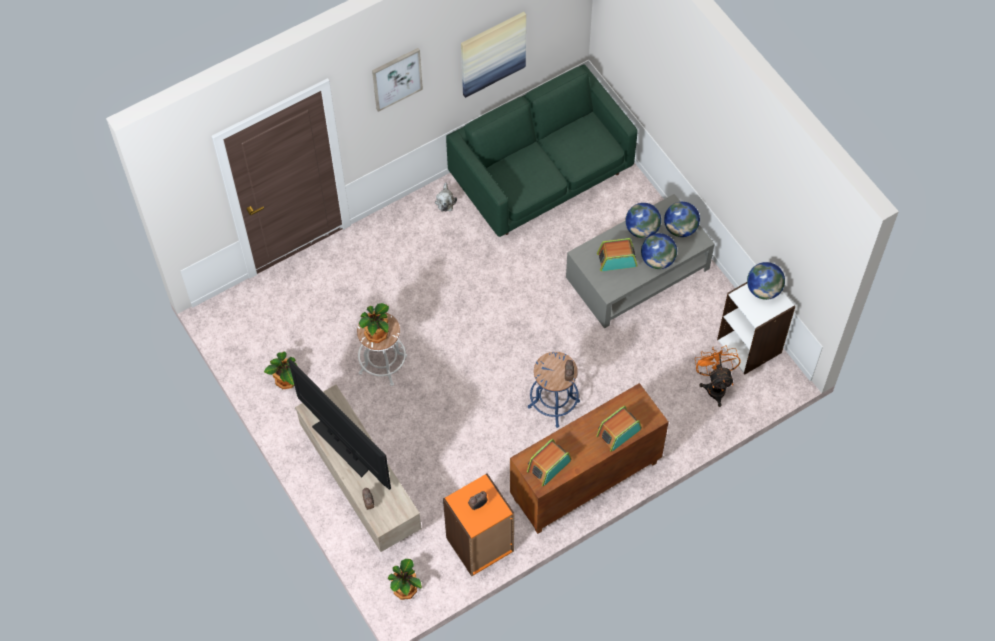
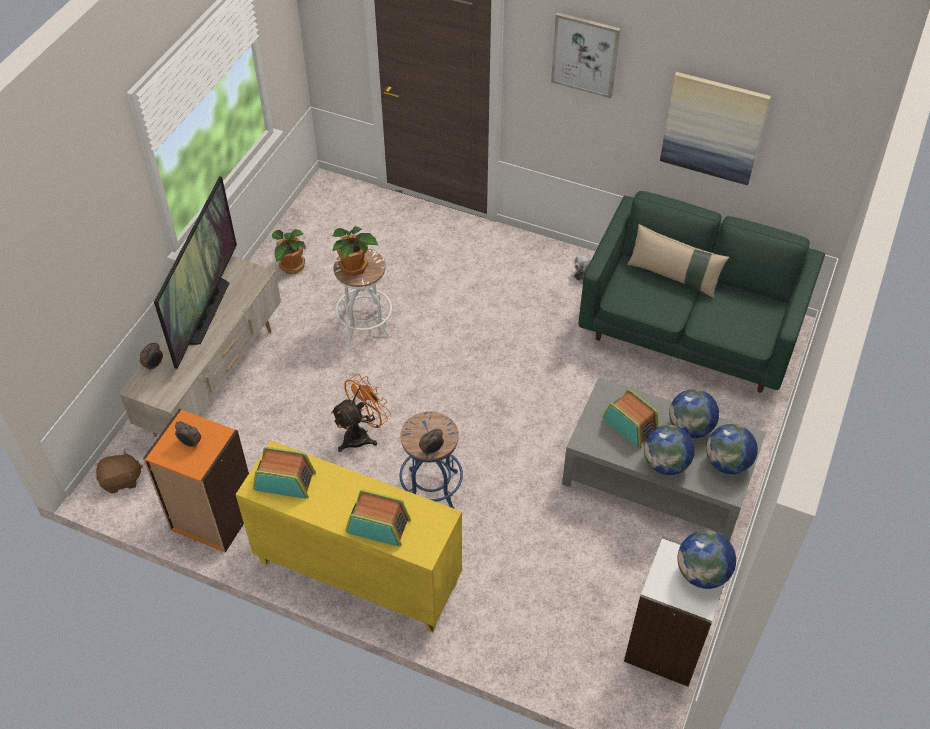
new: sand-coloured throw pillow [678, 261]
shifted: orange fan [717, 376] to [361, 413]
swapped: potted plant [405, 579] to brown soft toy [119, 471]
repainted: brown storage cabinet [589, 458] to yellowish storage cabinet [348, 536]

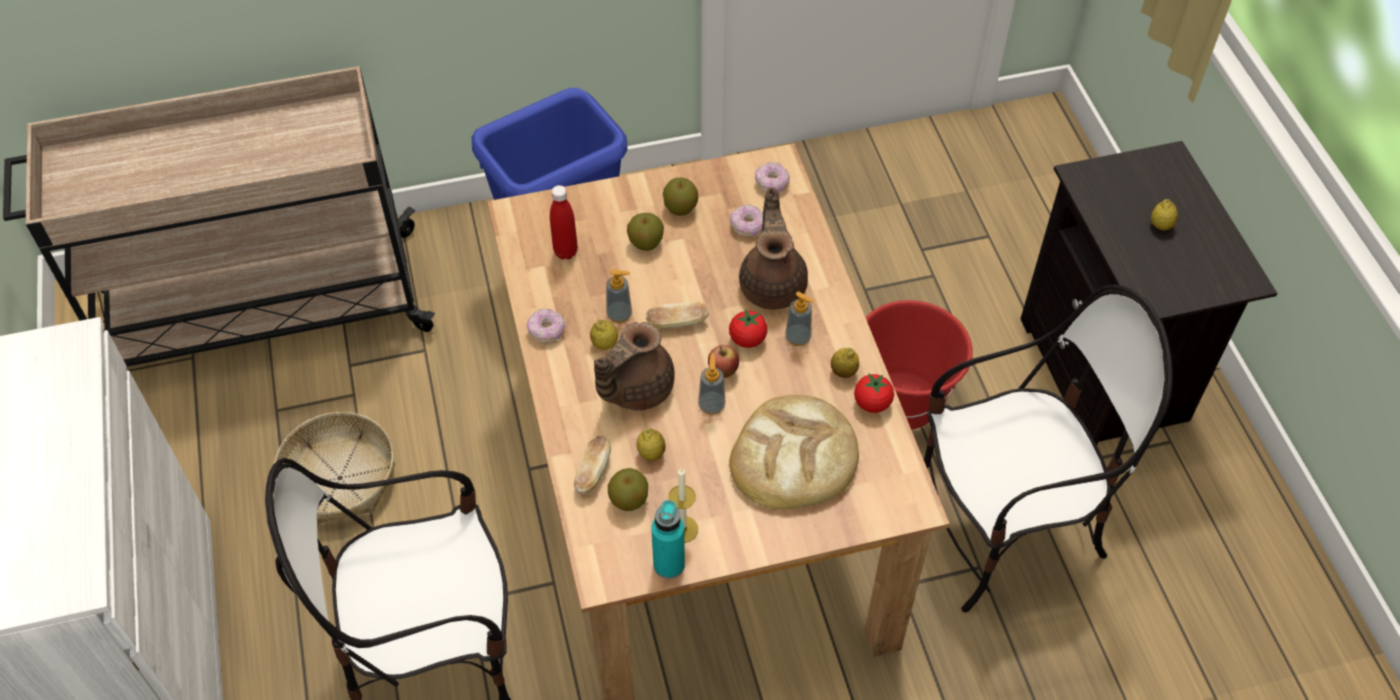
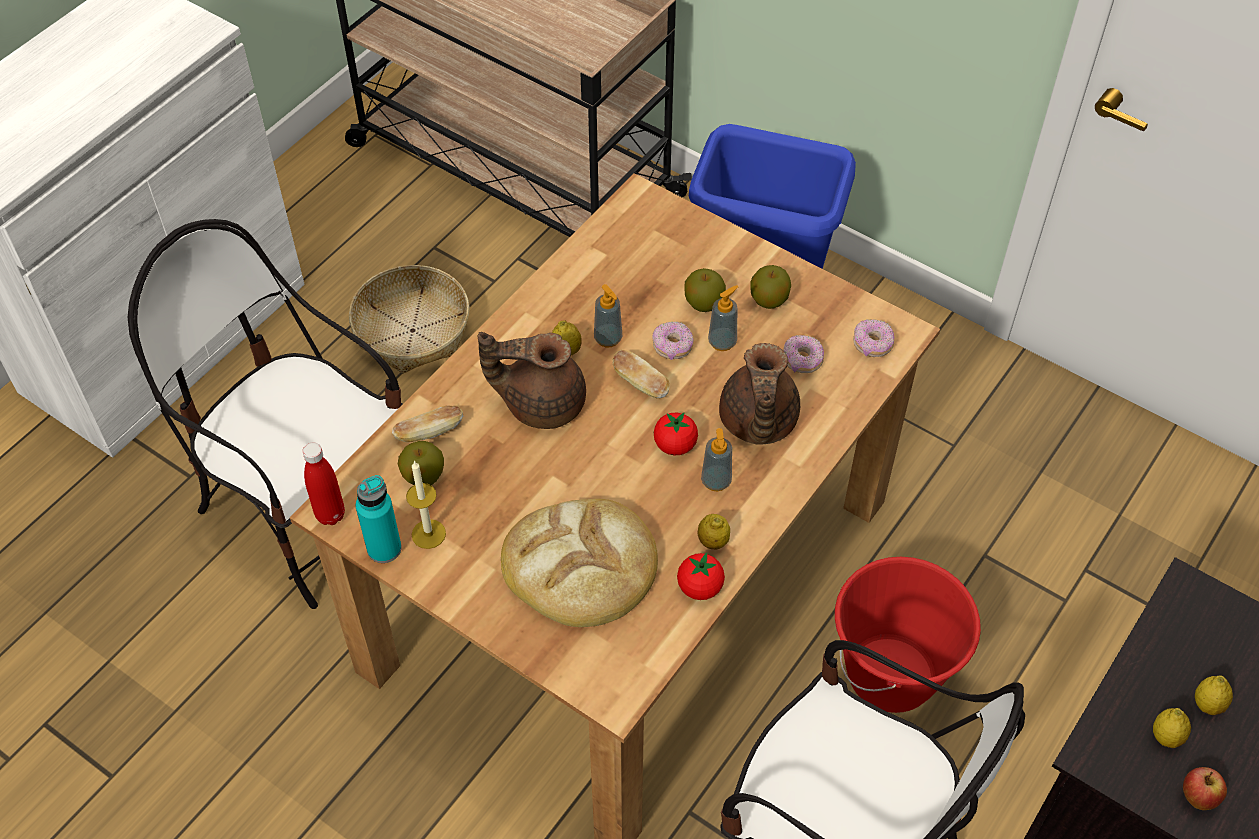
shifted: donut [546, 325] to [673, 340]; reddish bottle [564, 222] to [324, 483]; lemon [651, 444] to [1172, 728]; soap dispenser [712, 384] to [723, 318]; apple fruit [723, 361] to [1205, 788]
rotated: brown tea pot [773, 248] = [759, 394] 135 degrees clockwise

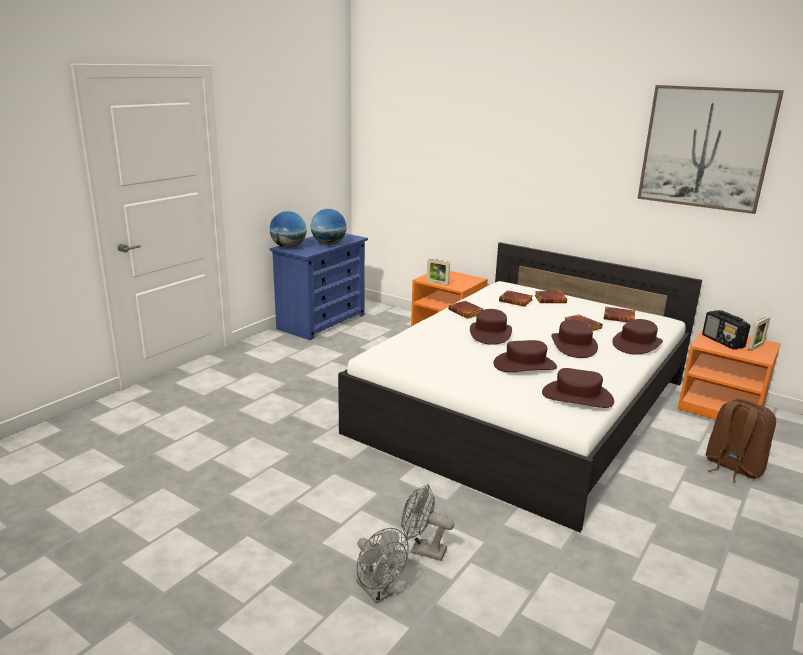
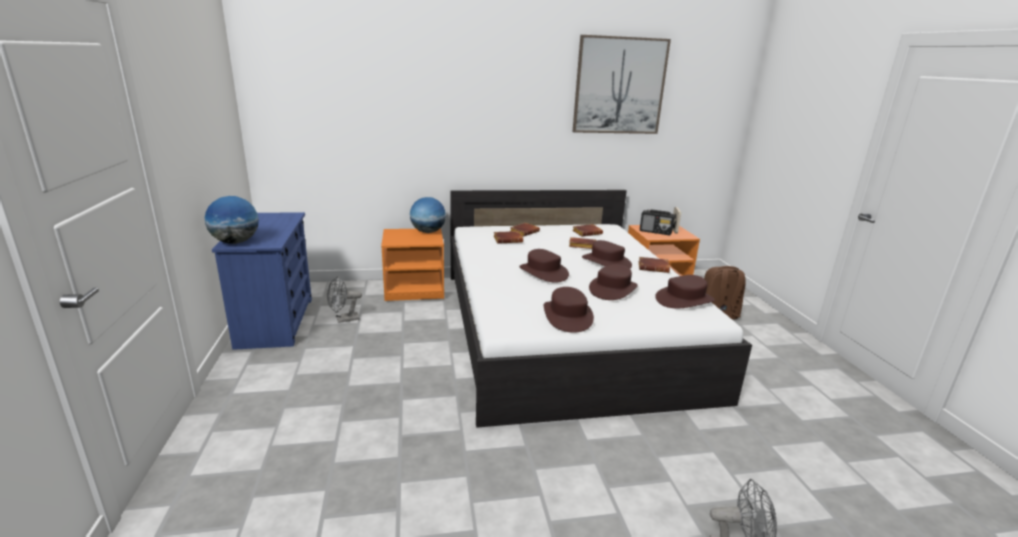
gone: picture frame [438, 272]
shifted: world globe [329, 227] to [428, 215]; gray fan [427, 522] to [344, 299]; brown bound book [465, 310] to [654, 265]; brown clothing hat [637, 337] to [569, 310]

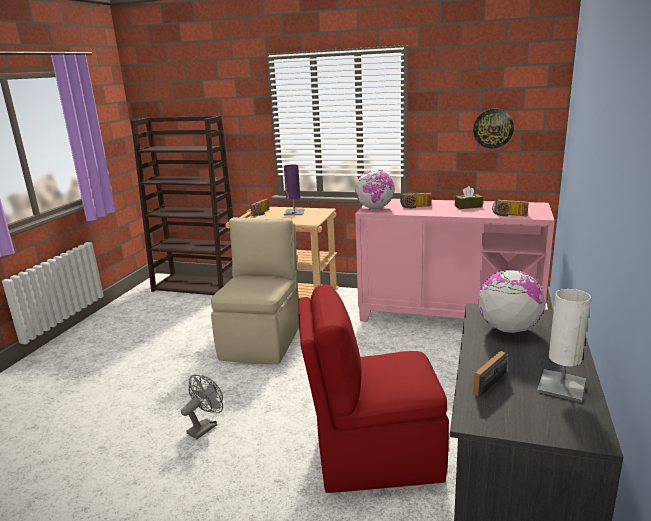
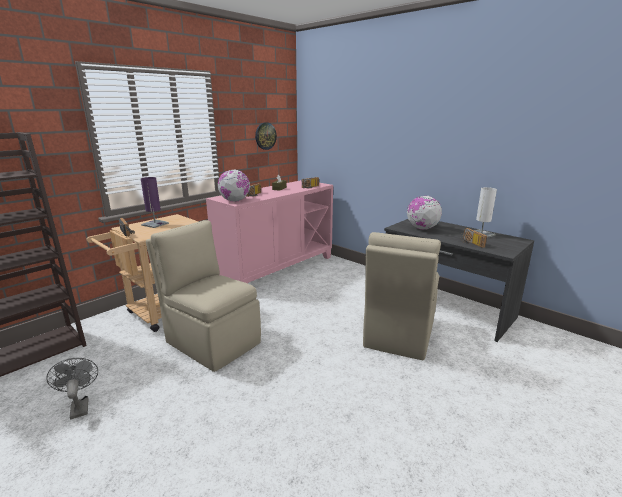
shifted: gray fan [202, 407] to [72, 388]
repainted: reddish chair [373, 388] to sand-coloured chair [402, 296]

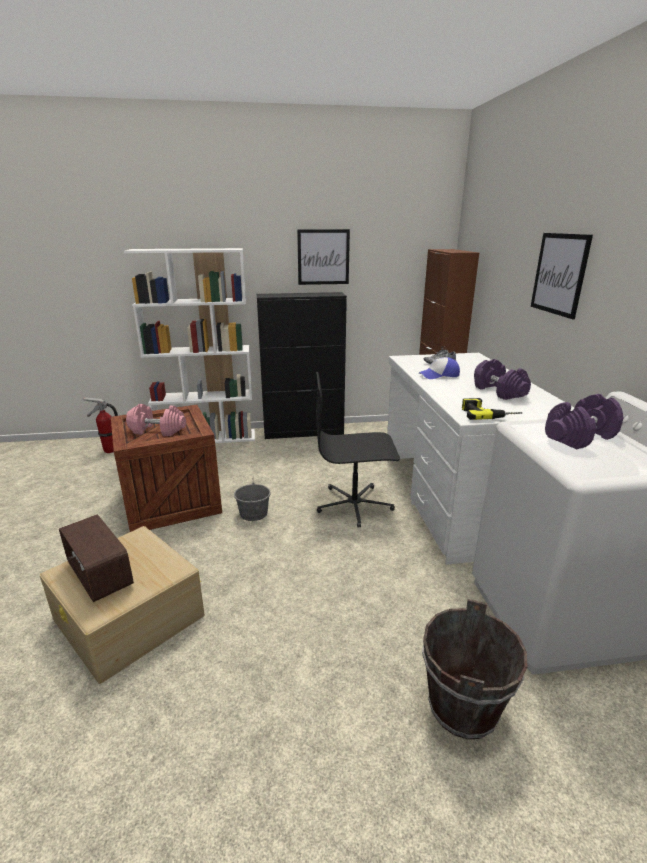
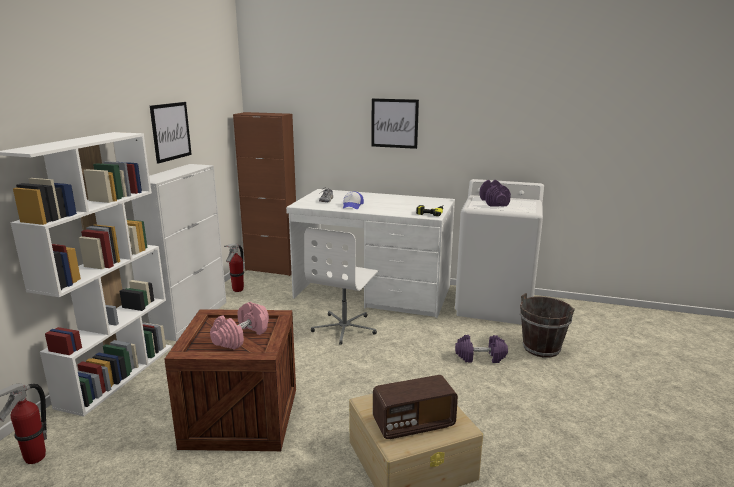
gone: gray bucket [252, 499]
new: fire-fighting cylinder [234, 267]
shifted: purple dumbbell [502, 379] to [481, 349]
repainted: blackish storage cabinet [302, 365] to white-coloured storage cabinet [179, 252]; blackish desk chair [358, 449] to white-coloured desk chair [341, 286]

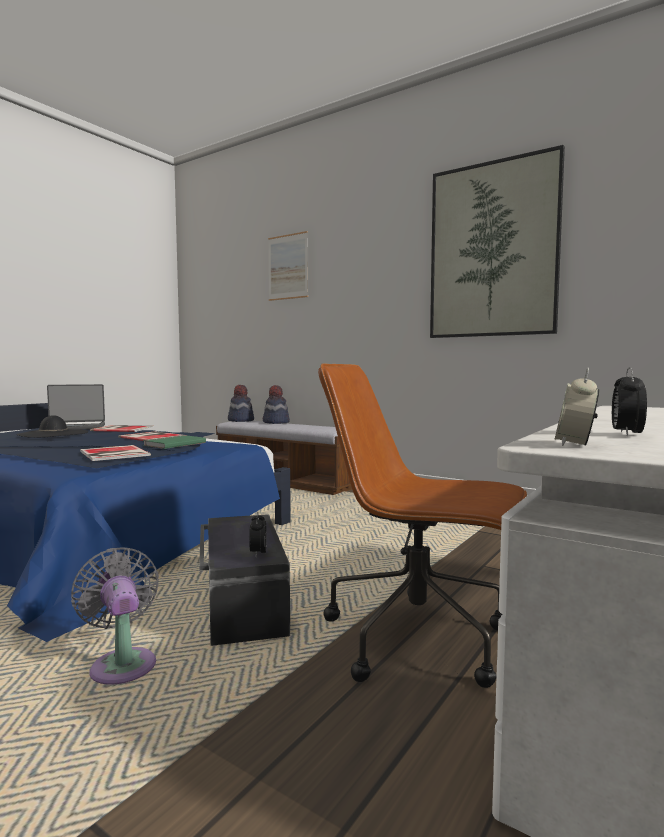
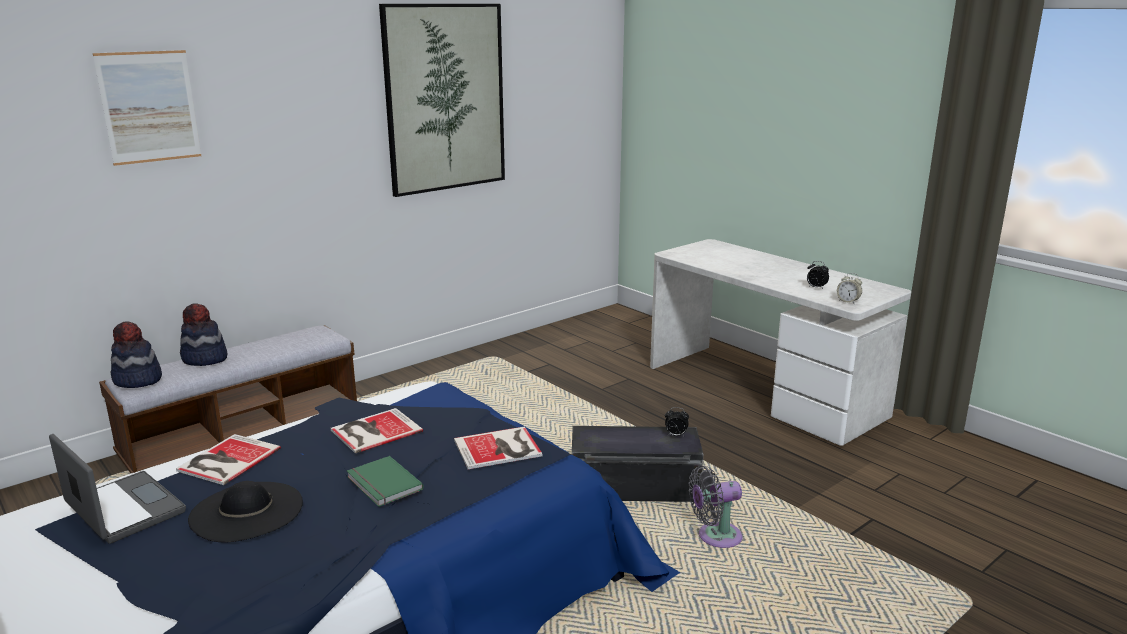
gone: brown desk chair [422, 525]
shifted: greenish bound book [174, 442] to [385, 481]
rotated: laptop [76, 407] = [117, 489] 45 degrees counterclockwise

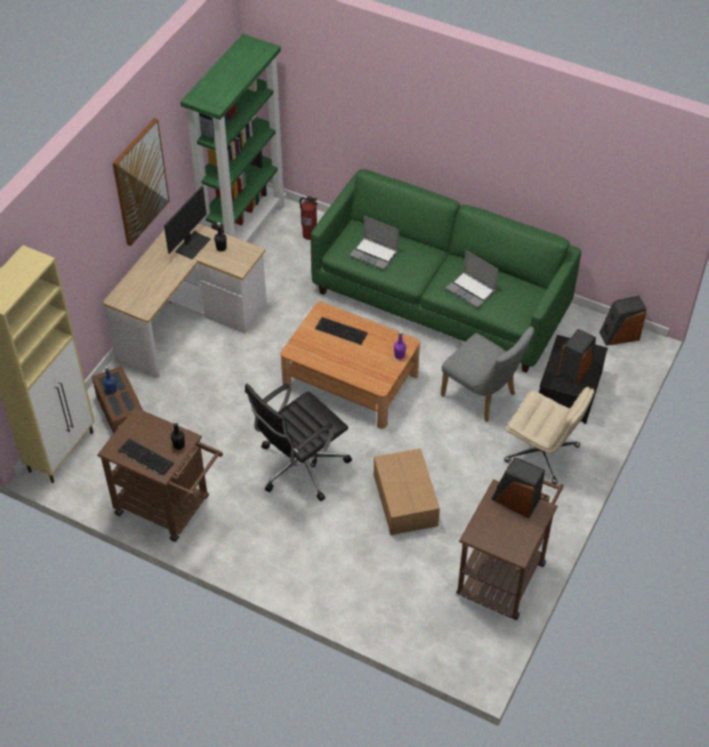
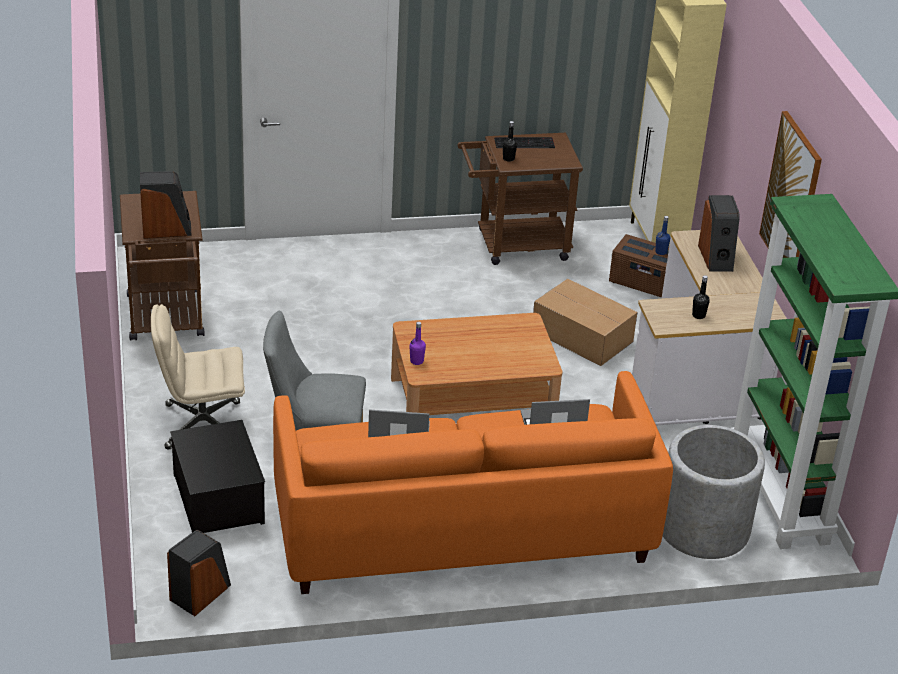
gone: computer screen [187, 222]; blackish desk chair [298, 442]; keyboard [341, 331]
shifted: packing box [407, 491] to [585, 322]; audio speaker [576, 357] to [719, 233]
swapped: fire-fighting cylinder [308, 218] to gray flower pot [714, 492]
repainted: greenish couch [446, 271] to orange couch [473, 482]

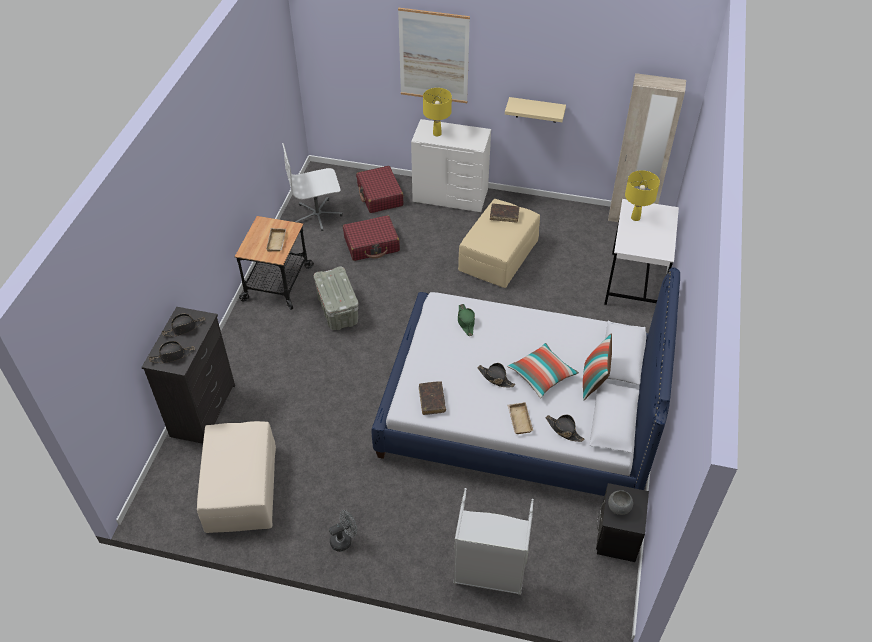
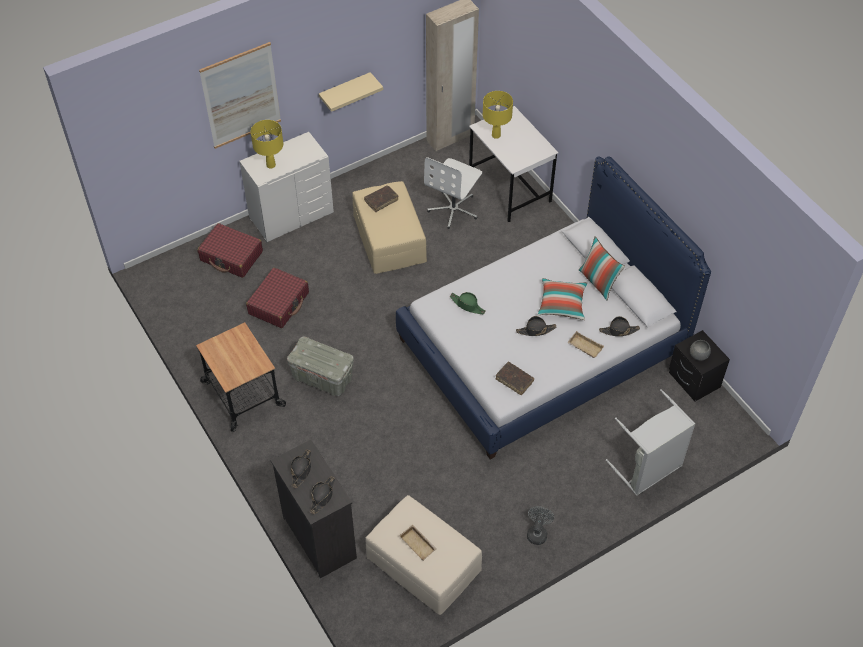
shifted: sand-coloured serving tray [276, 240] to [417, 543]; white-coloured desk chair [312, 187] to [453, 193]

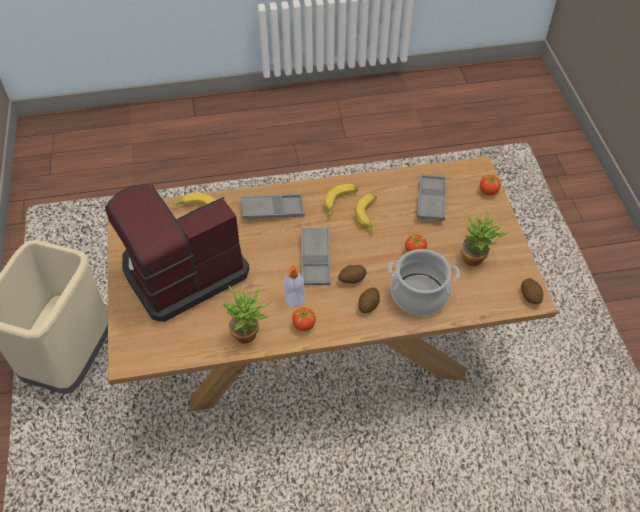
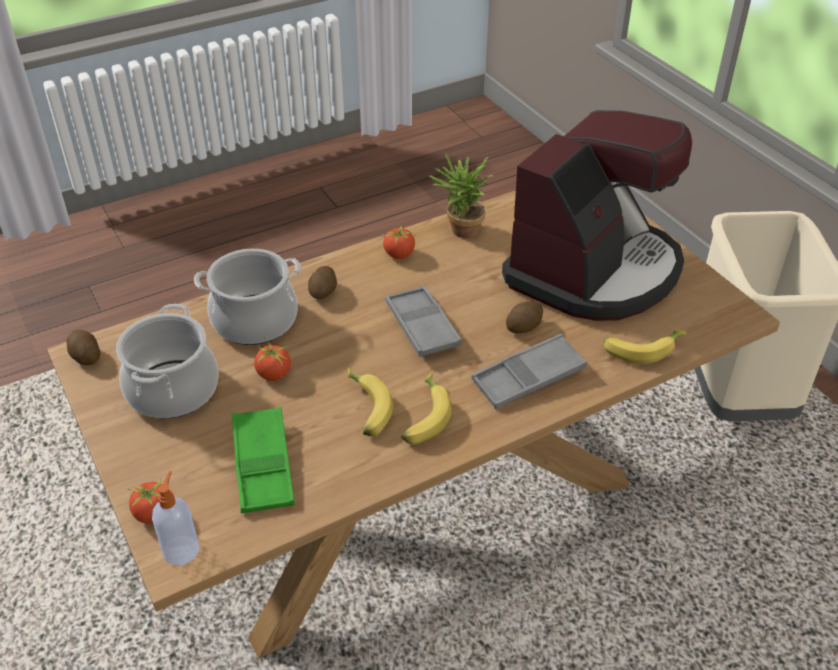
shifted: soap dispenser [294, 286] to [175, 518]; potato [352, 274] to [524, 317]
swapped: potted plant [484, 237] to cooking pot [167, 361]
repainted: gray serving tray [432, 197] to greenish serving tray [263, 460]

